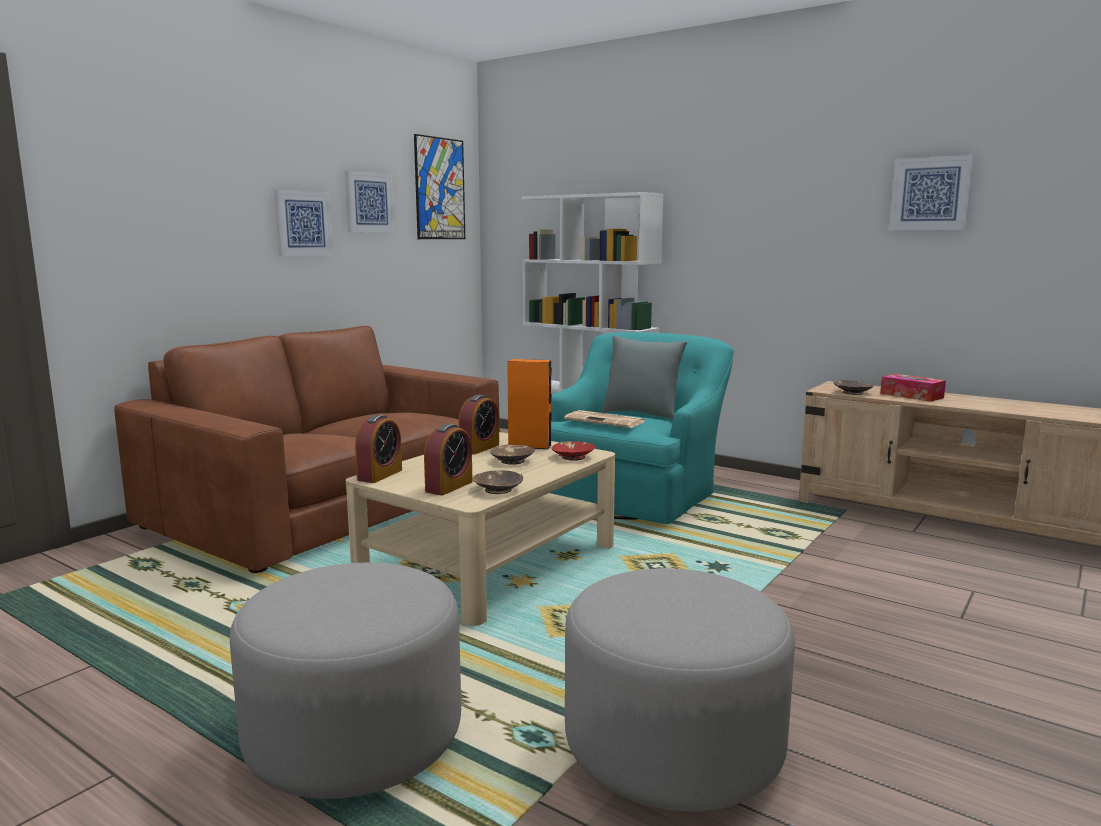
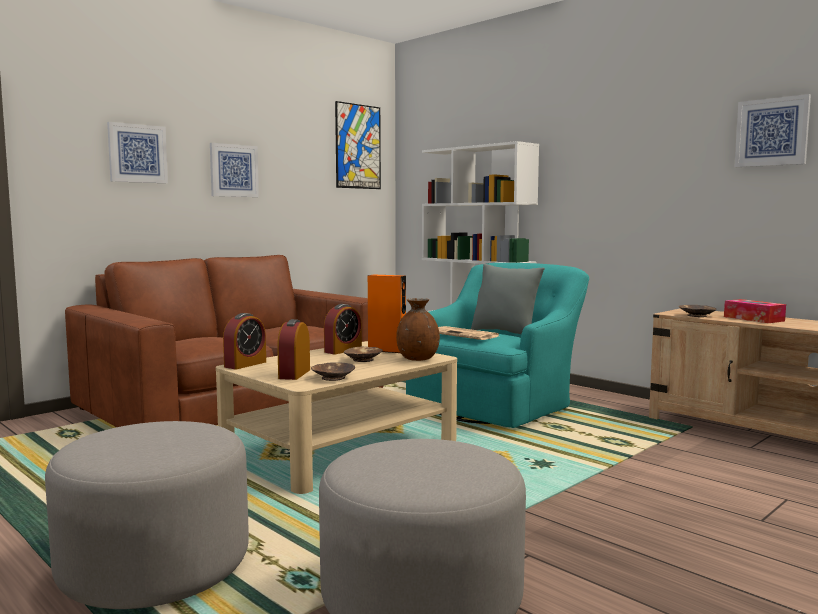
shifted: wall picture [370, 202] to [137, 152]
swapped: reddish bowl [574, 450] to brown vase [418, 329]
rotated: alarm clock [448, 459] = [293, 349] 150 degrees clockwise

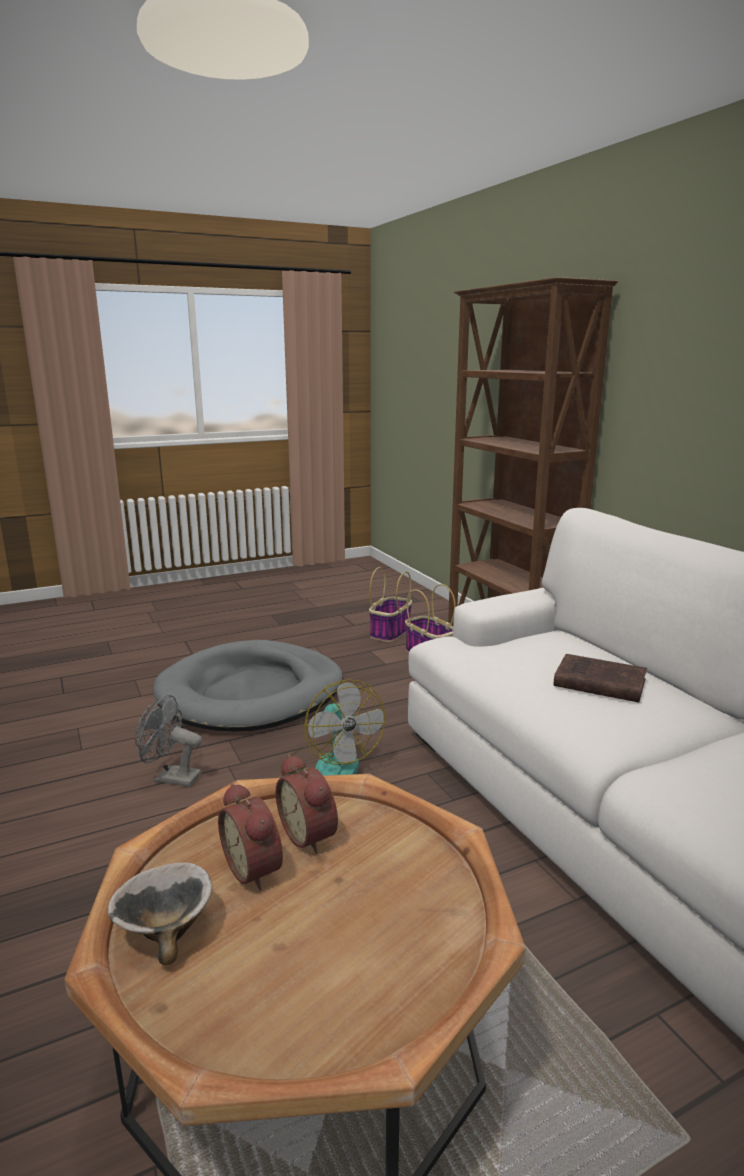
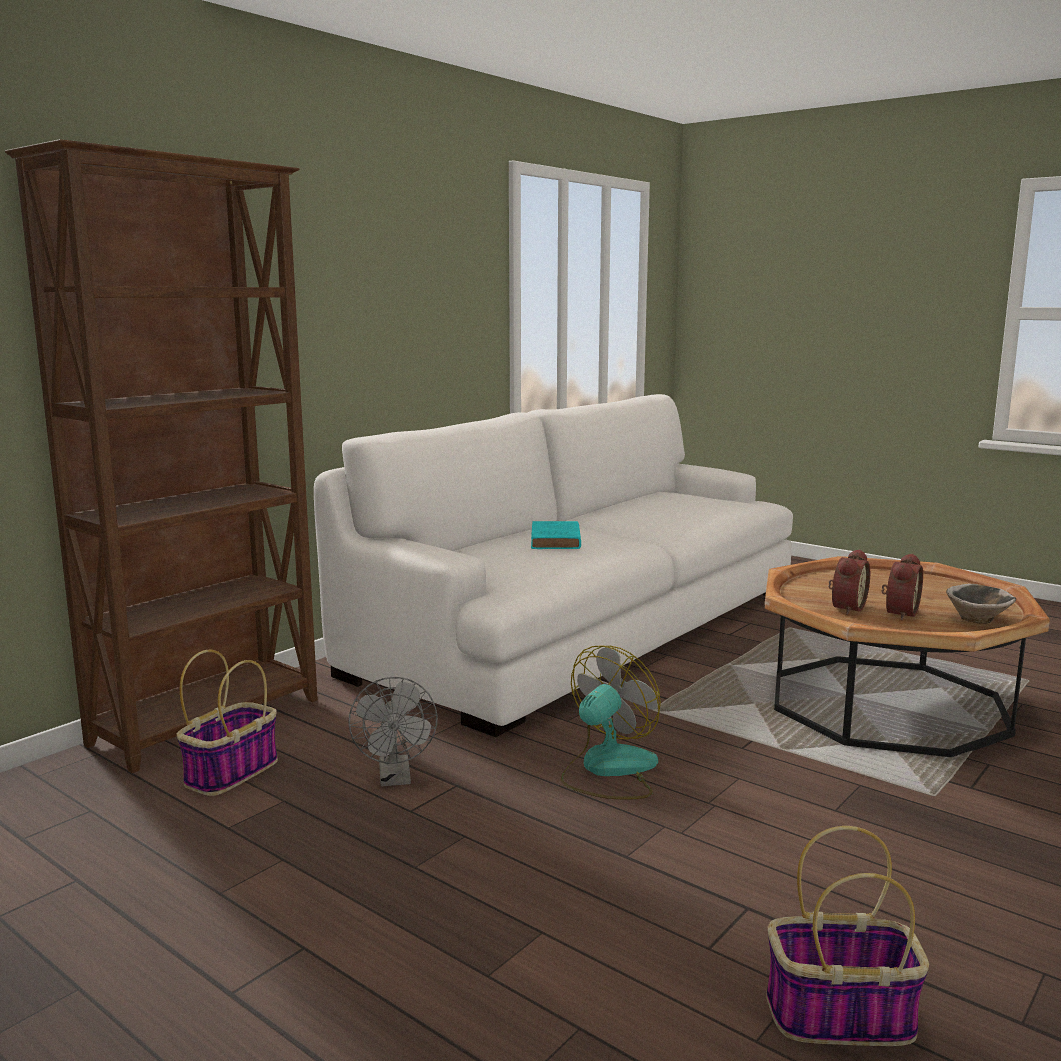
gone: gray dog bed [248, 686]
shifted: gray fan [168, 741] to [393, 731]; household basket [390, 604] to [847, 936]
repainted: brown bound book [600, 678] to blue-green bound book [556, 535]

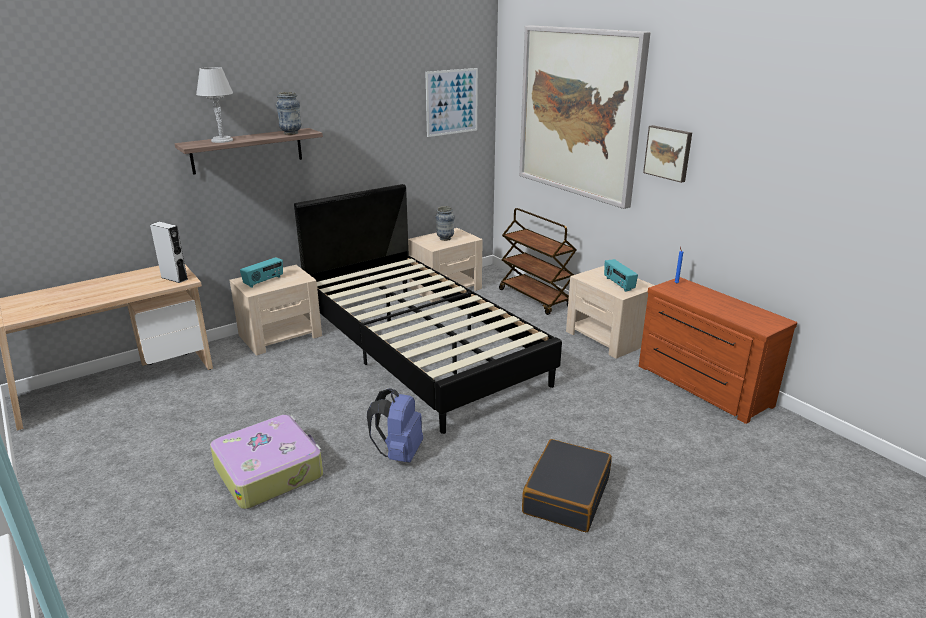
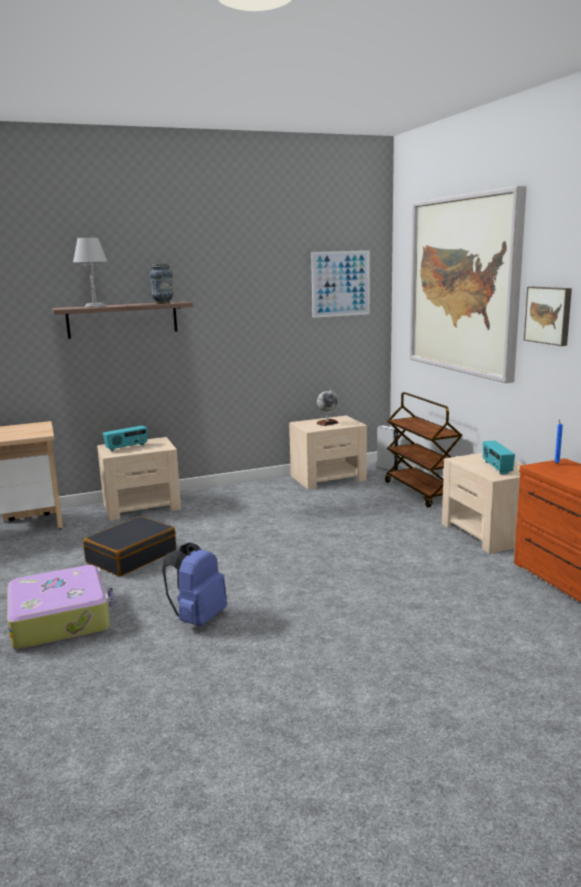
gone: blackish bed [428, 309]
shifted: gray audio speaker [169, 252] to [388, 448]; blackish travel case [567, 485] to [129, 546]
swapped: vase [445, 223] to world globe [327, 408]

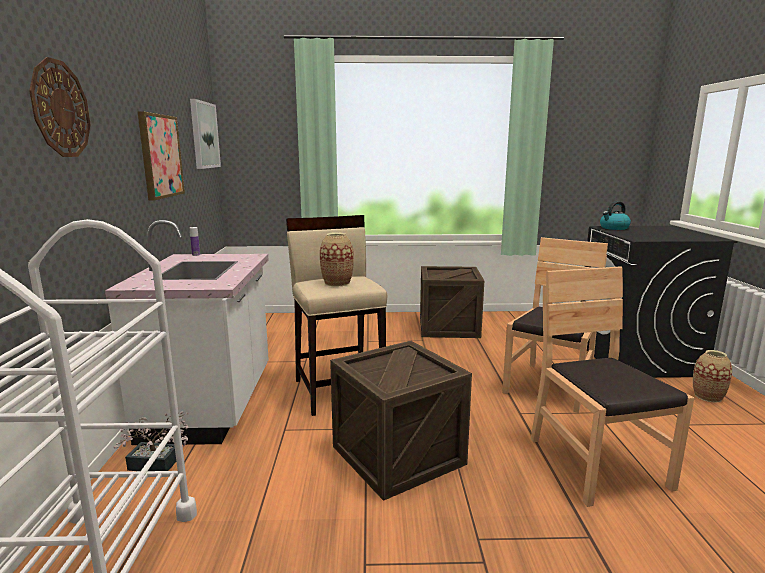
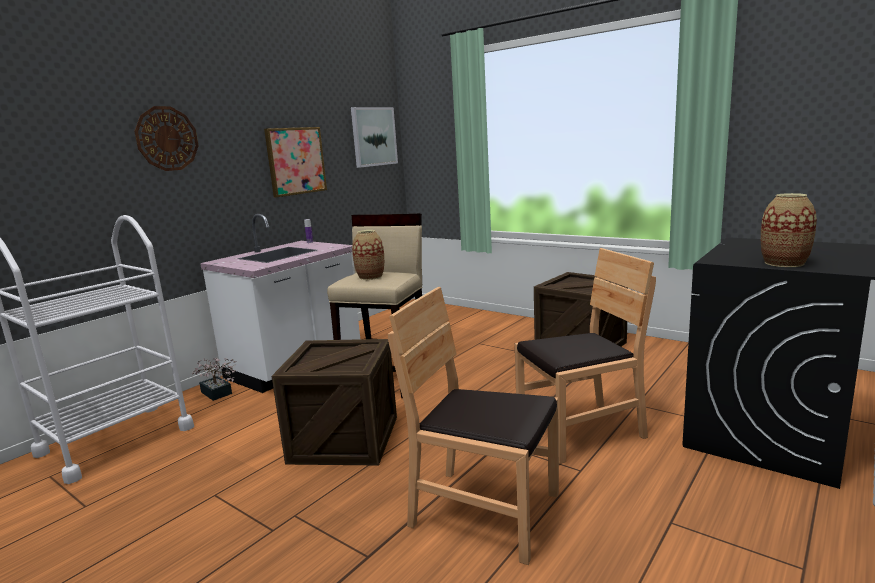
gone: water kettle [615, 215]
shifted: vase [712, 376] to [789, 230]
rotated: brown chair [612, 386] = [473, 426] 90 degrees counterclockwise

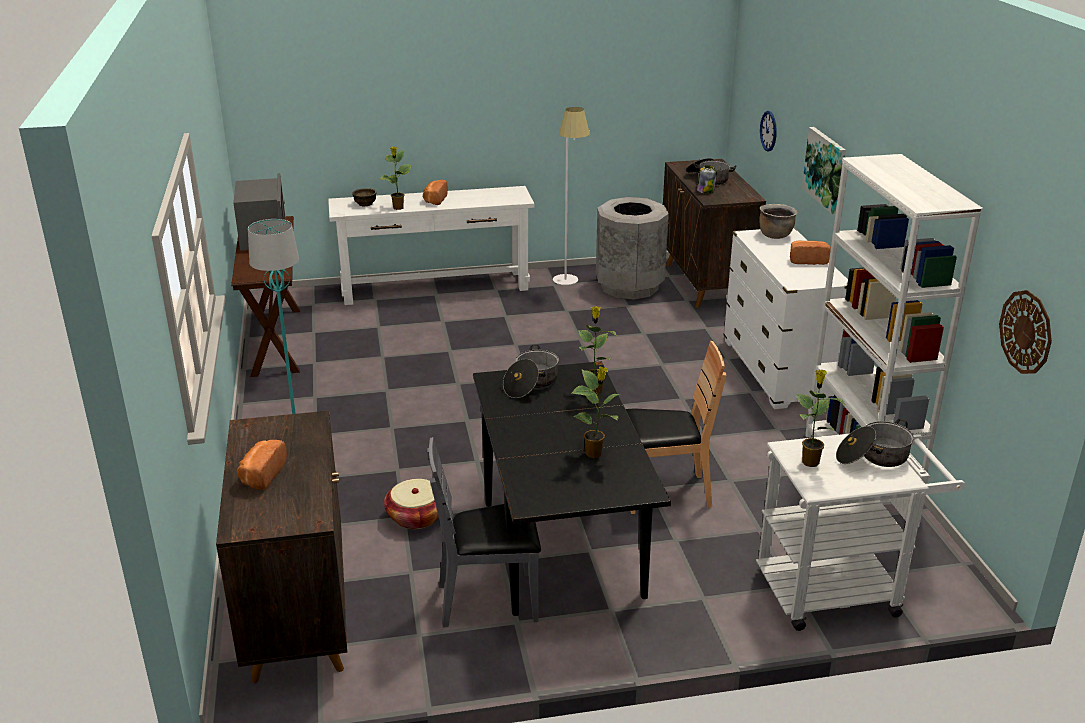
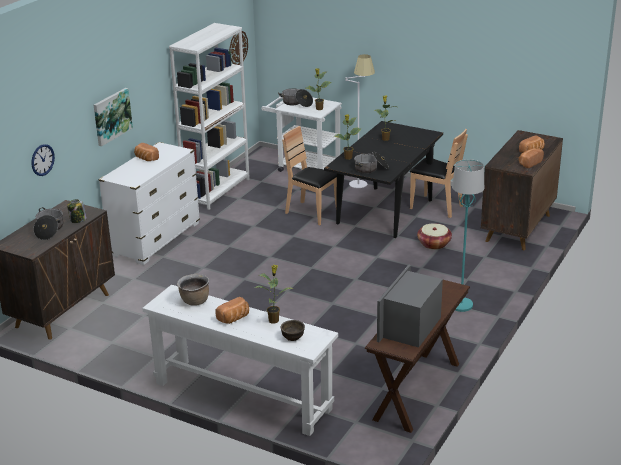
gone: gray waste bin [632, 248]
new: bakery bread [531, 158]
shifted: white-coloured standard lamp [571, 196] to [360, 121]; brown cooking pot [779, 221] to [193, 290]
repainted: gray chair [484, 532] to brown chair [439, 173]

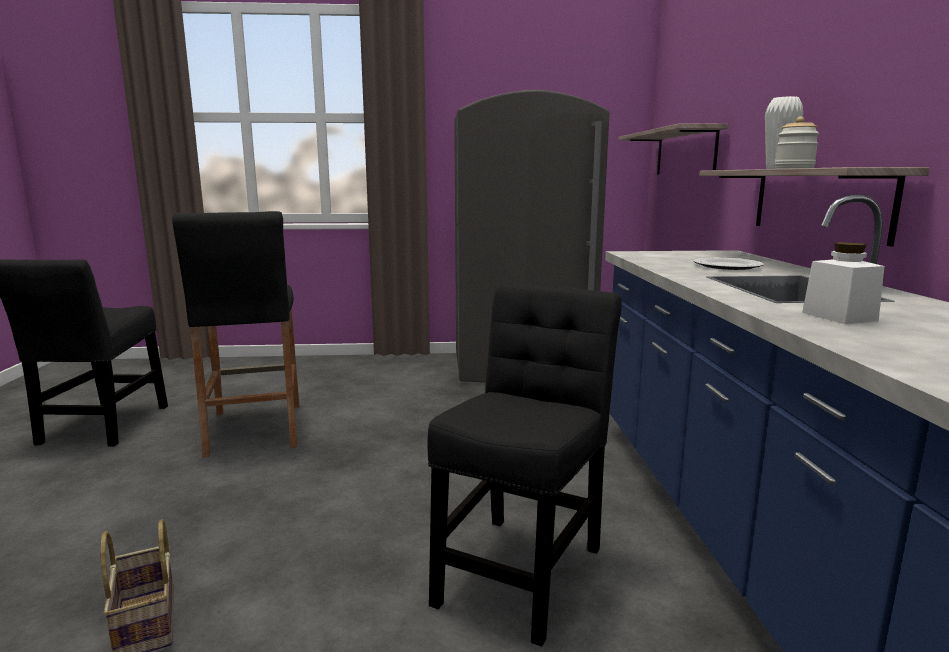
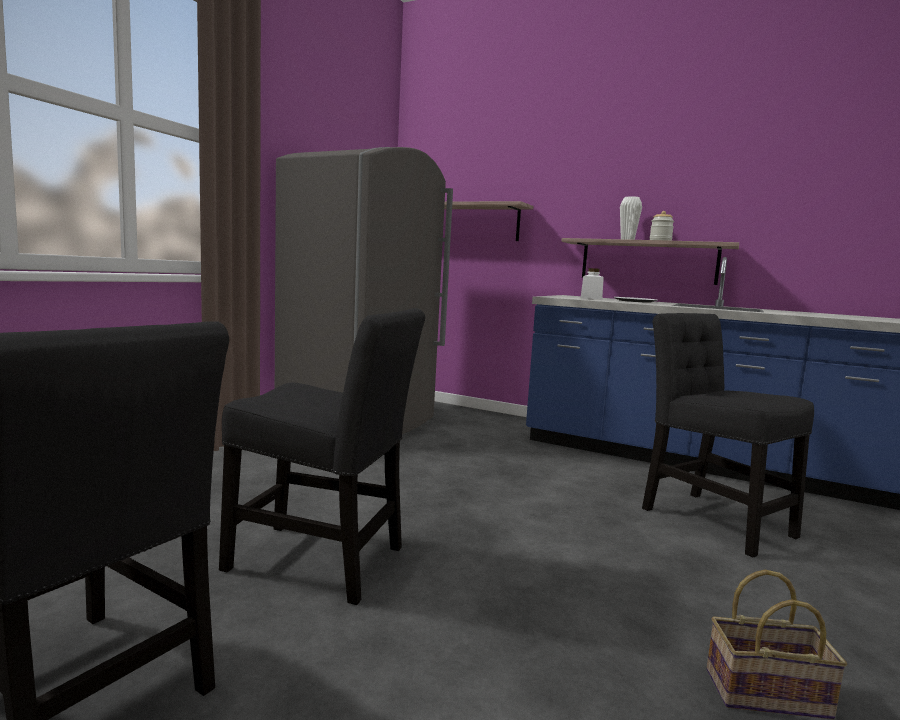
shifted: white-coloured storage jar [843, 283] to [592, 283]
swapped: blackish stool seat [235, 334] to blackish chair [322, 456]

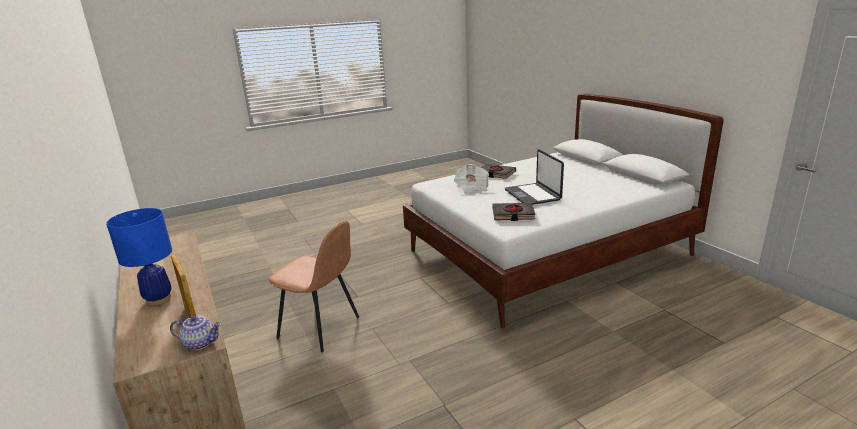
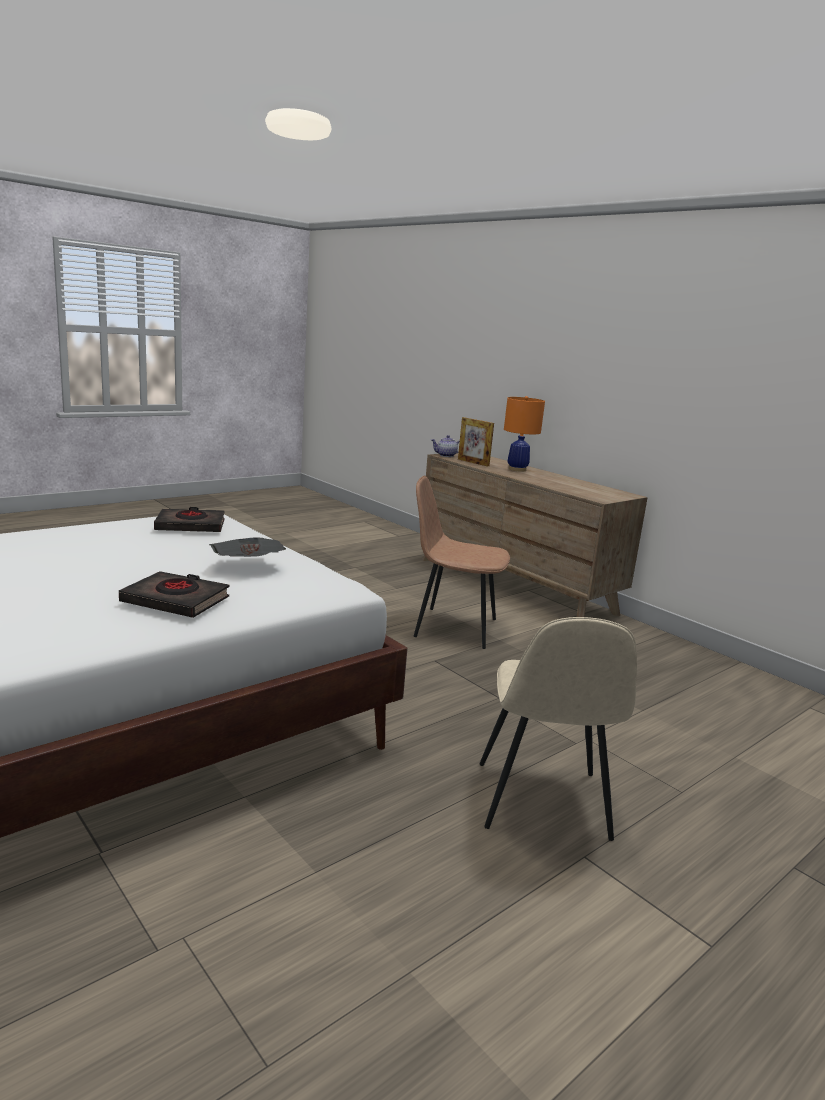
gone: laptop [534, 177]
new: sand-coloured chair [558, 729]
repainted: blue tabletop lamp [139, 257] to orange tabletop lamp [524, 434]

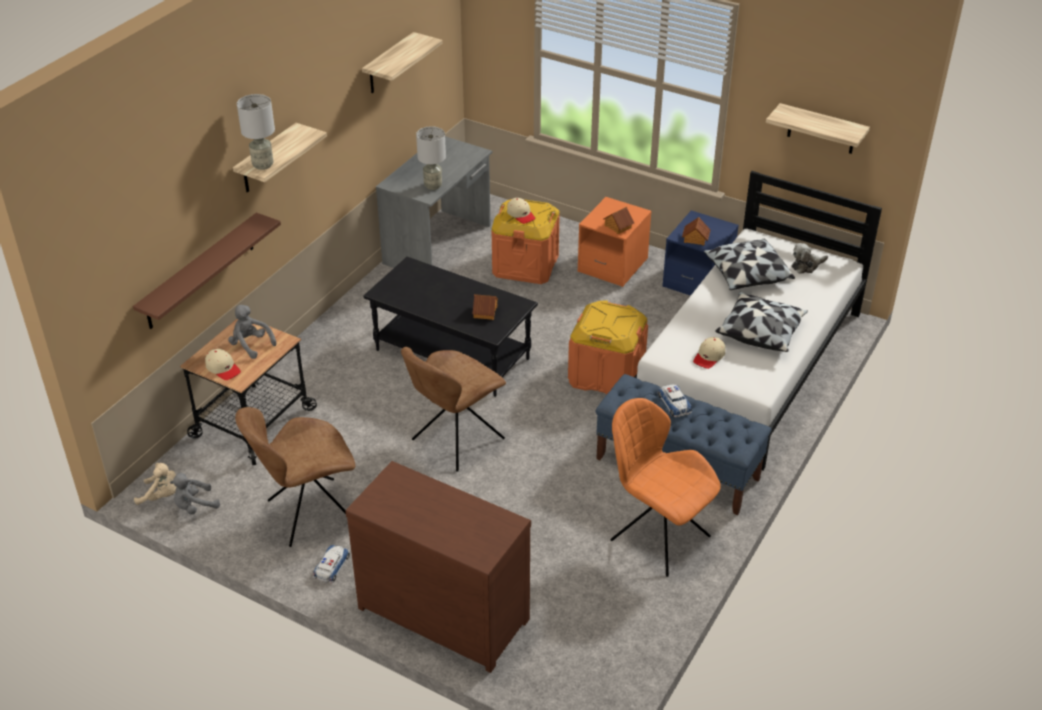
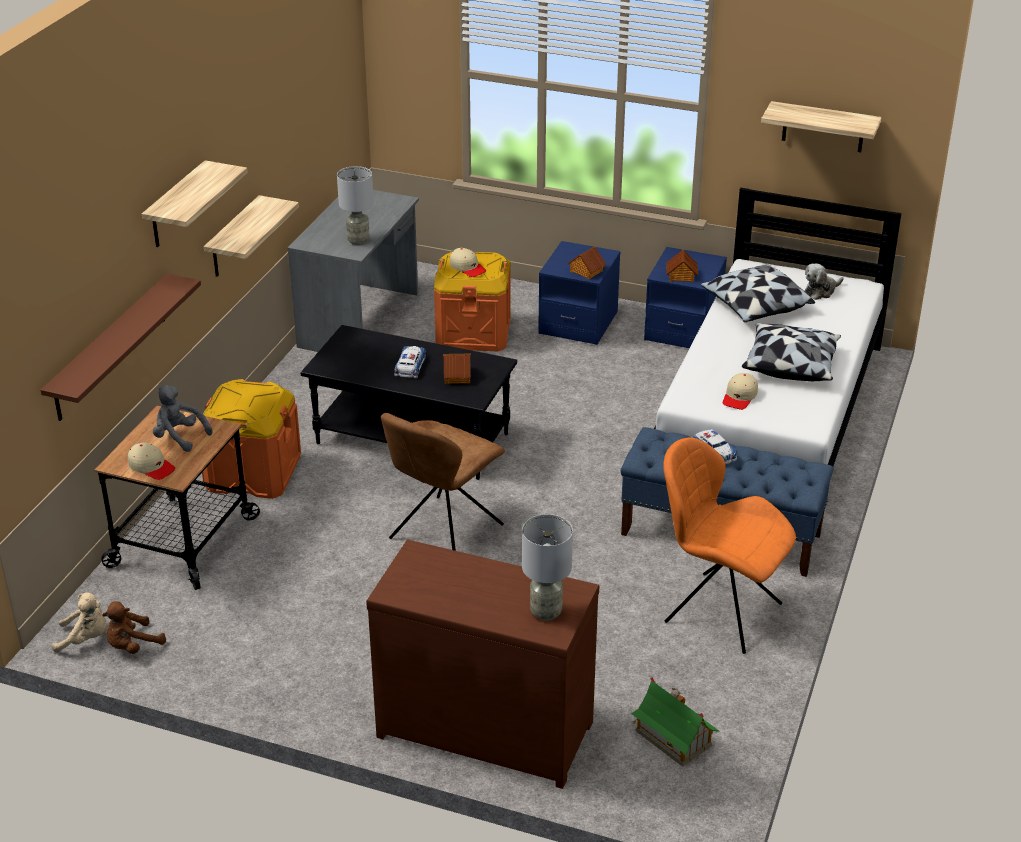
gone: brown chair [295, 477]
new: model house [675, 722]
shifted: gray tabletop lamp [256, 132] to [547, 567]; miniature car [331, 564] to [410, 362]; bracket shelf [402, 62] to [251, 236]; orange storage container [608, 347] to [251, 439]
repainted: gray soft toy [195, 494] to brown soft toy [134, 627]; orange night table [615, 242] to blue night table [579, 293]

